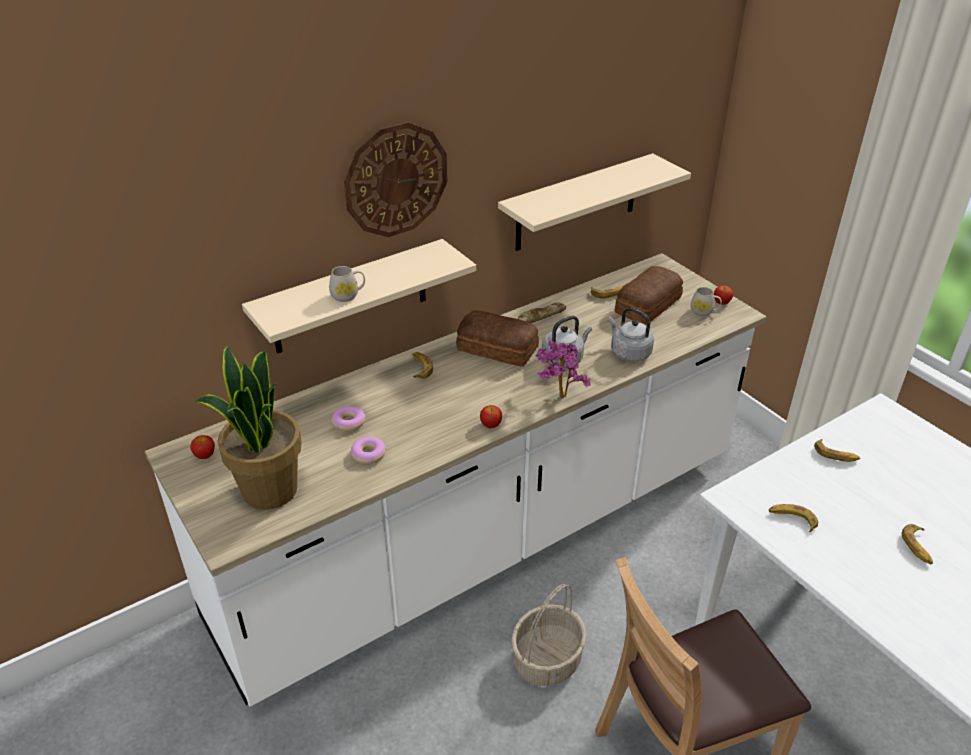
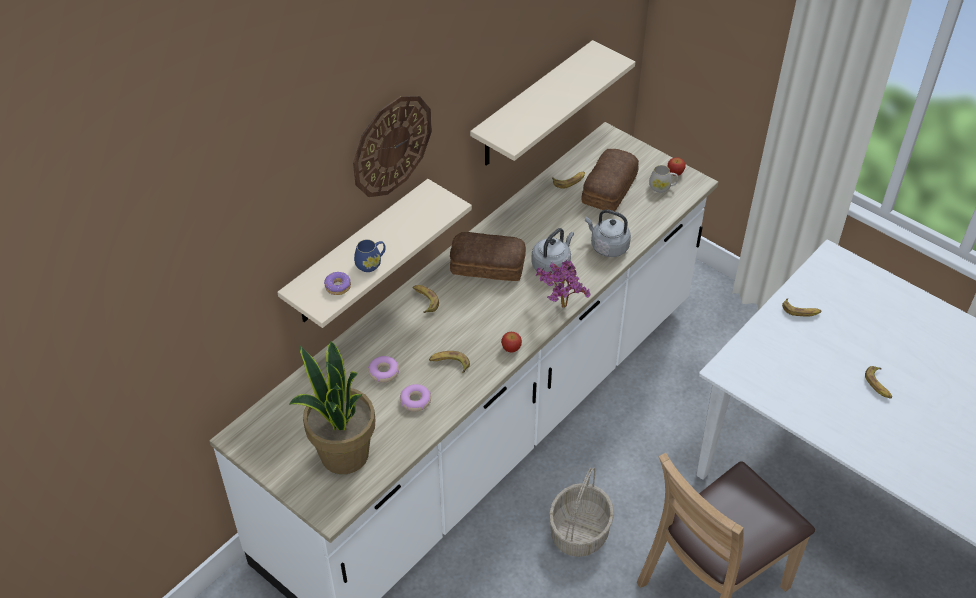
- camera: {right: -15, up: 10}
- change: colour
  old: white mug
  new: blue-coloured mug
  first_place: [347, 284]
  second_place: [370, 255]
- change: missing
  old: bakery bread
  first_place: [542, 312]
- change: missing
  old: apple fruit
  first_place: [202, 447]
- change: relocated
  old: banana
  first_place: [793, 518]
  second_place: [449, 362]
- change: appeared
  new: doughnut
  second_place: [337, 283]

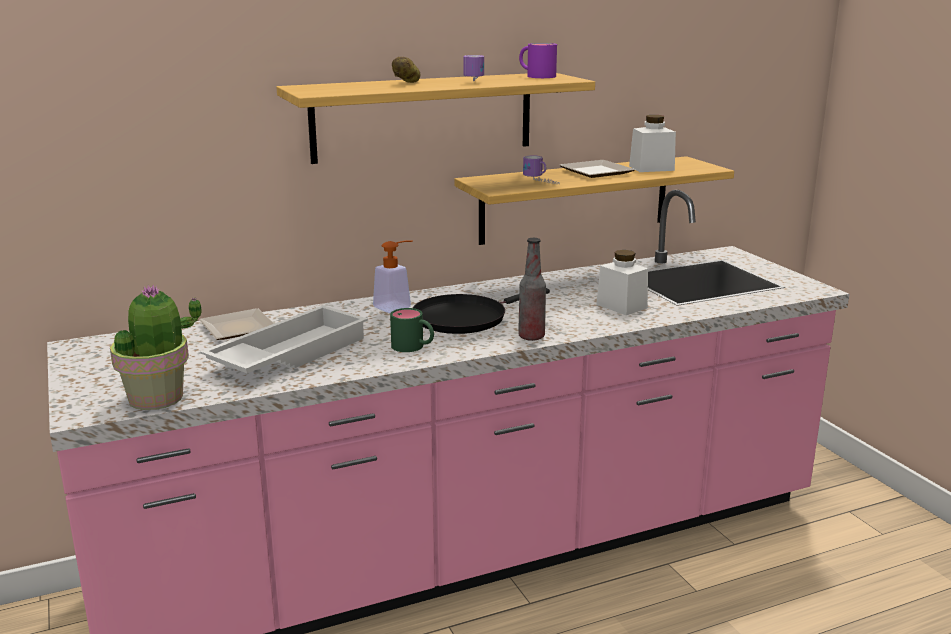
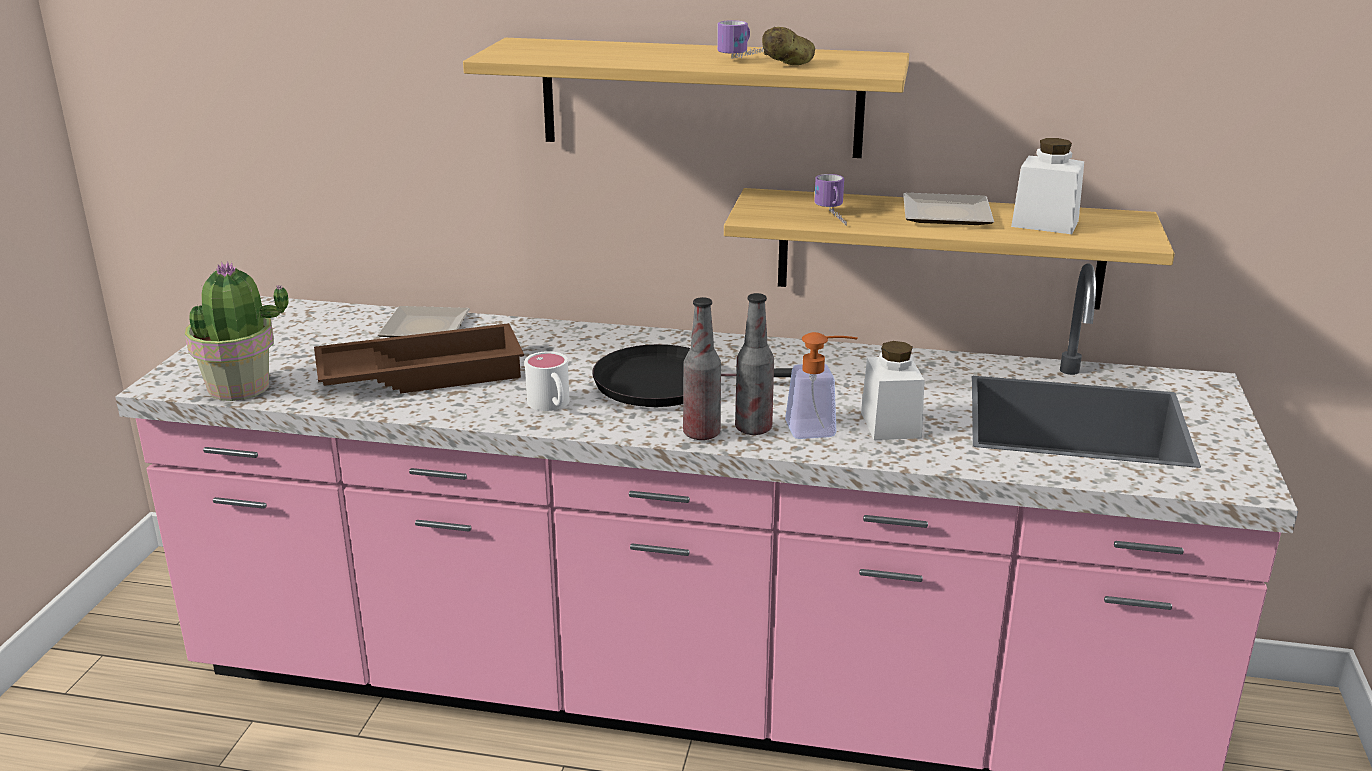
- camera: {right: 35, up: 5}
- change: missing
  old: purple mug
  first_place: [538, 60]
- change: relocated
  old: potato
  first_place: [406, 70]
  second_place: [788, 46]
- change: relocated
  old: liquid soap bottle
  first_place: [392, 276]
  second_place: [821, 385]
- change: colour
  old: white carrying tray
  new: brown carrying tray
  first_place: [284, 339]
  second_place: [419, 358]
- change: colour
  old: green-coloured mug
  new: white mug
  first_place: [412, 330]
  second_place: [547, 381]
- change: appeared
  new: drink bottle
  second_place: [754, 364]

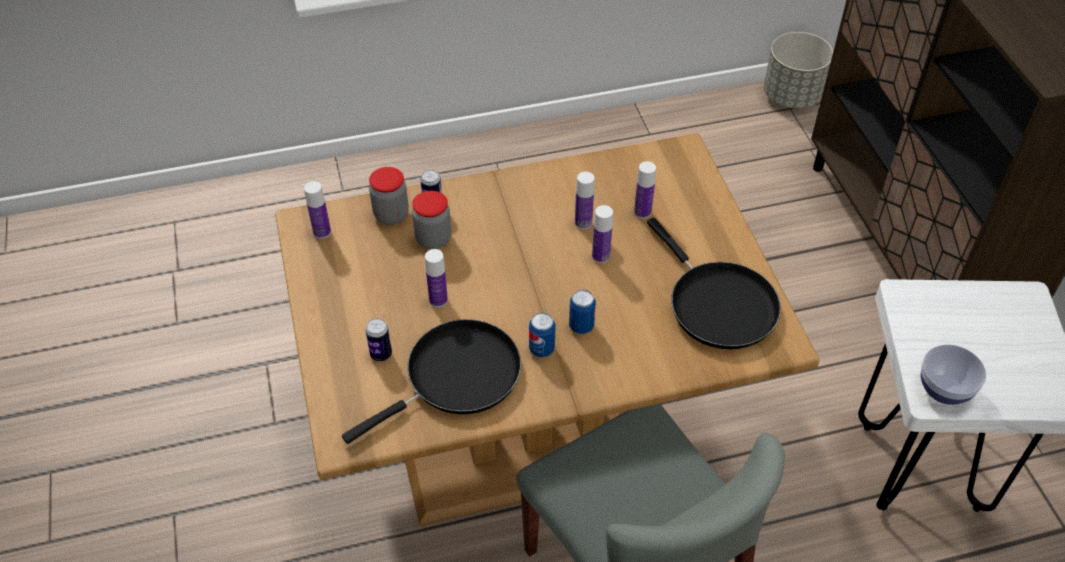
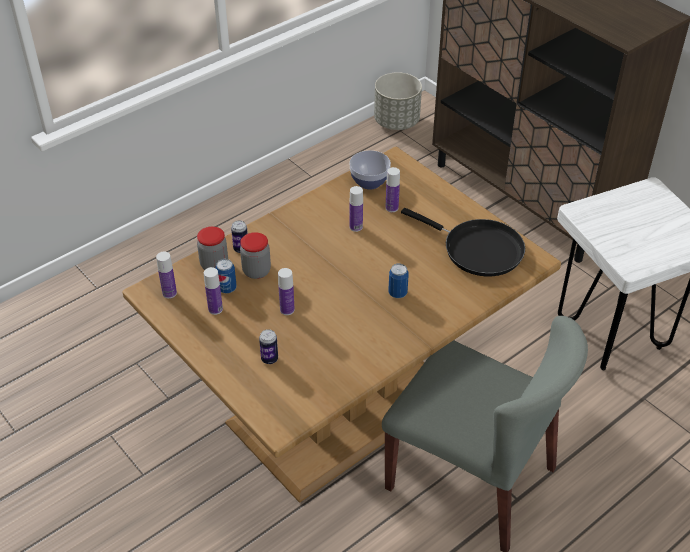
- camera: {right: -25, up: -5}
- change: relocated
  old: drink bottle
  first_place: [602, 234]
  second_place: [213, 291]
- change: relocated
  old: can
  first_place: [542, 334]
  second_place: [226, 276]
- change: missing
  old: black-coloured frying pan
  first_place: [431, 381]
- change: relocated
  old: bowl
  first_place: [953, 374]
  second_place: [370, 169]

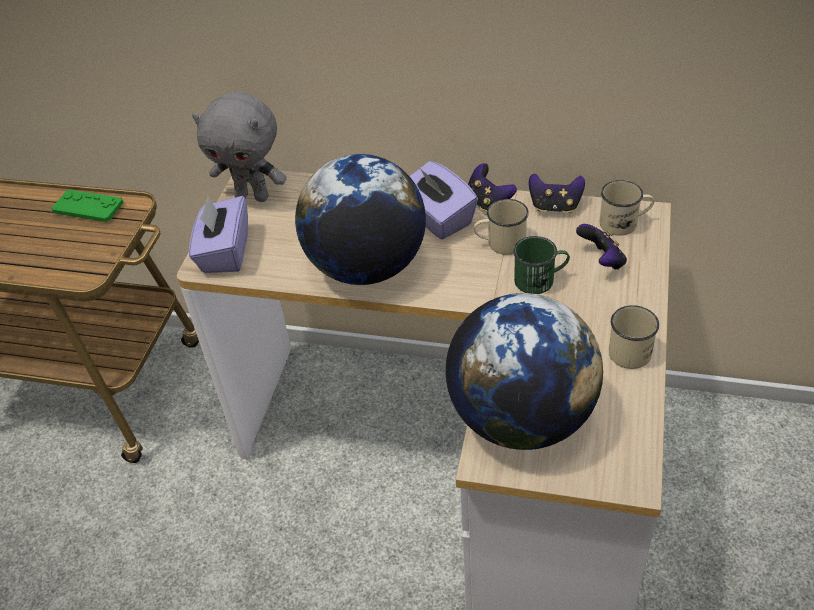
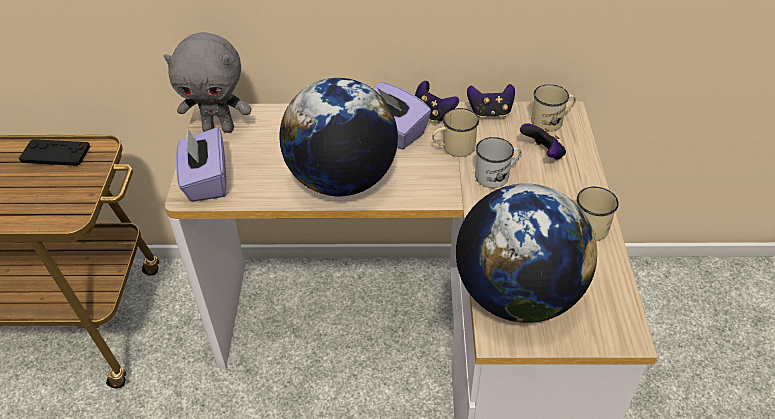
- camera: {right: -15, up: 0}
- change: colour
  old: green-coloured joypad
  new: black-coloured joypad
  first_place: [87, 206]
  second_place: [54, 152]
- change: colour
  old: green-coloured mug
  new: white mug
  first_place: [541, 265]
  second_place: [498, 162]

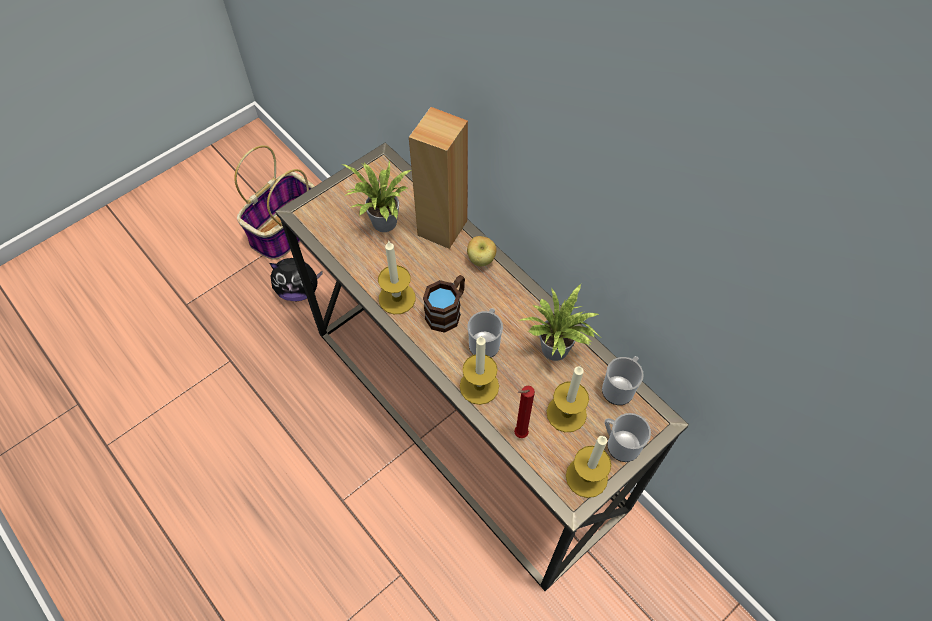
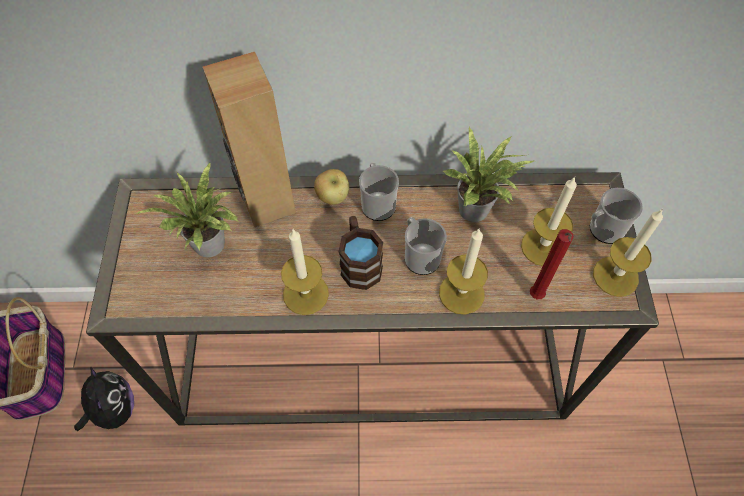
- camera: {right: -50, up: 0}
- change: spun
  old: cuddly toy
  first_place: [296, 279]
  second_place: [104, 399]
  degrees: -60
- change: relocated
  old: mug
  first_place: [623, 380]
  second_place: [379, 191]

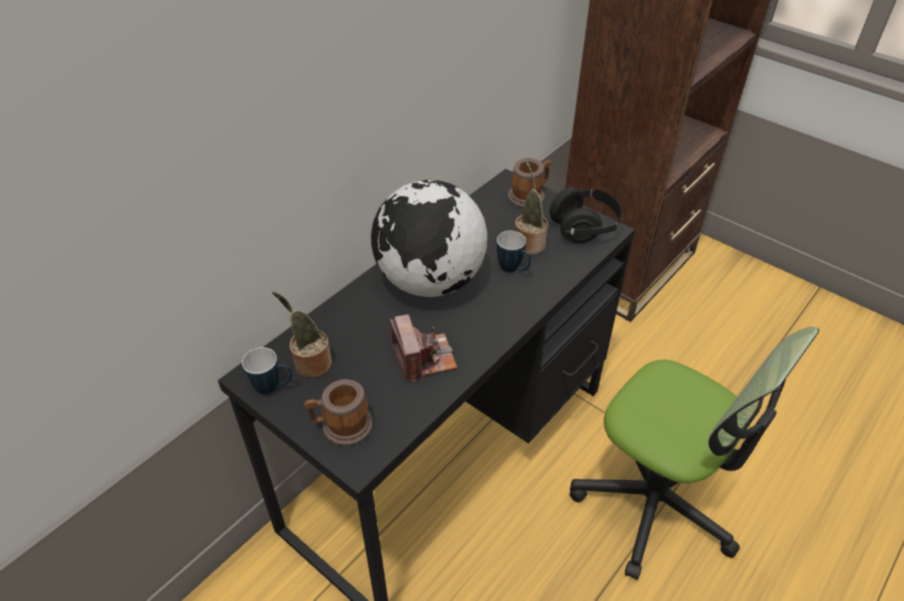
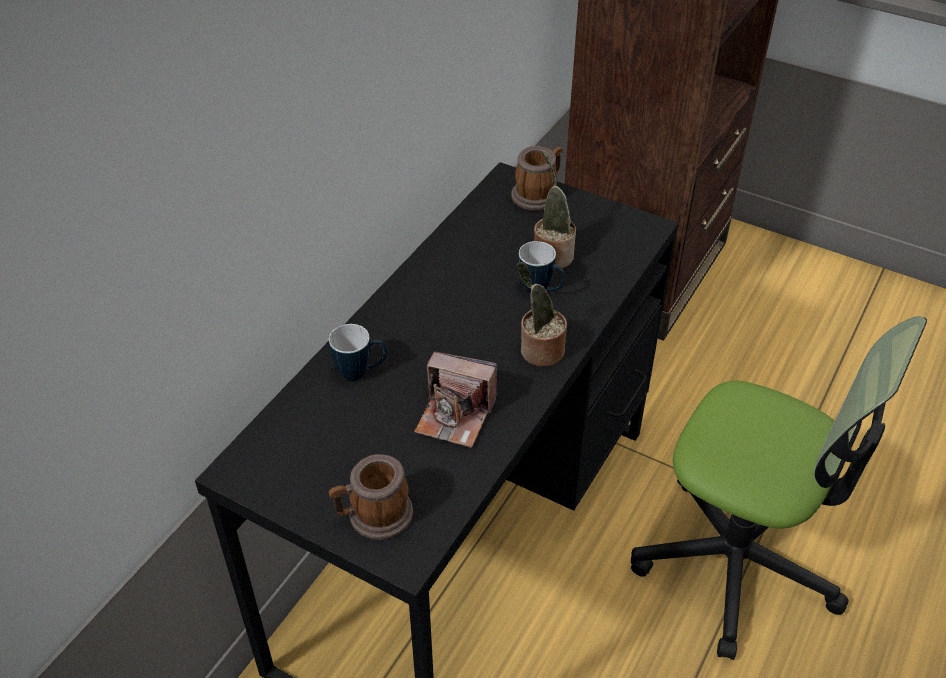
- camera: {right: -10, up: 0}
- change: missing
  old: globe
  first_place: [429, 238]
- change: missing
  old: black-coloured headphones
  first_place: [587, 215]
- change: relocated
  old: potted plant
  first_place: [302, 335]
  second_place: [542, 314]
- change: spun
  old: photo camera
  first_place: [423, 348]
  second_place: [455, 400]
  degrees: 135
- change: relocated
  old: mug
  first_place: [267, 371]
  second_place: [358, 352]

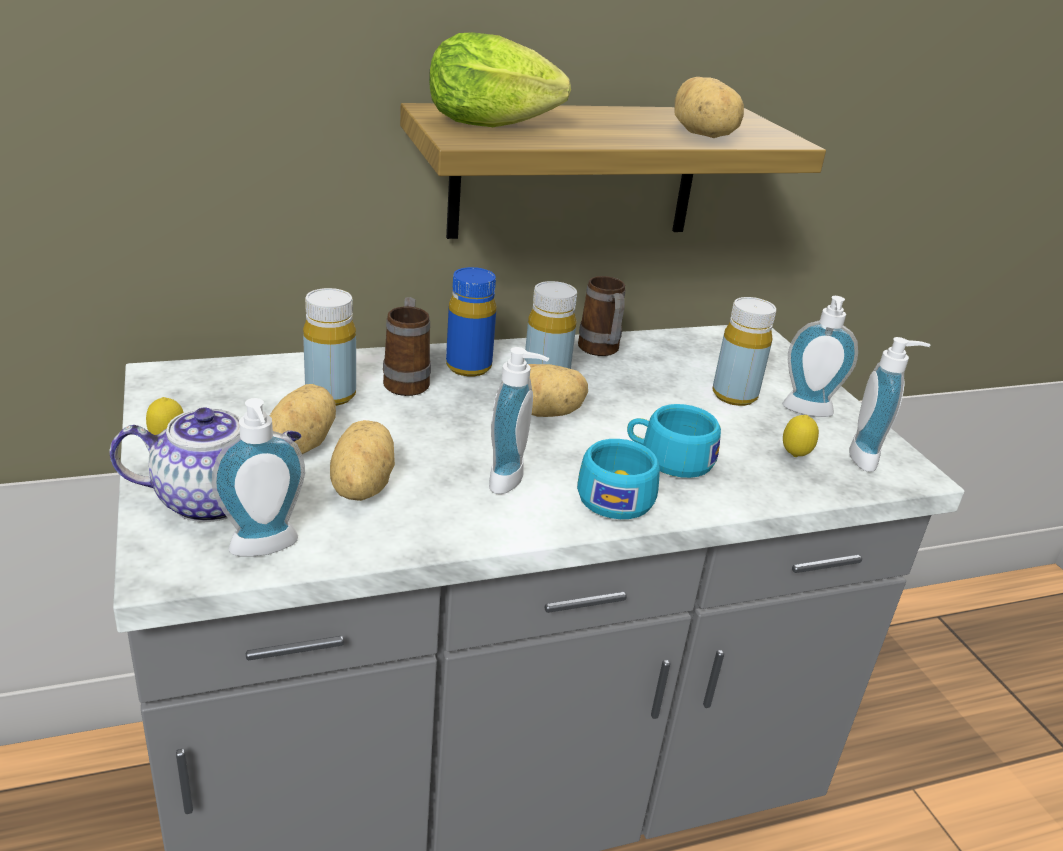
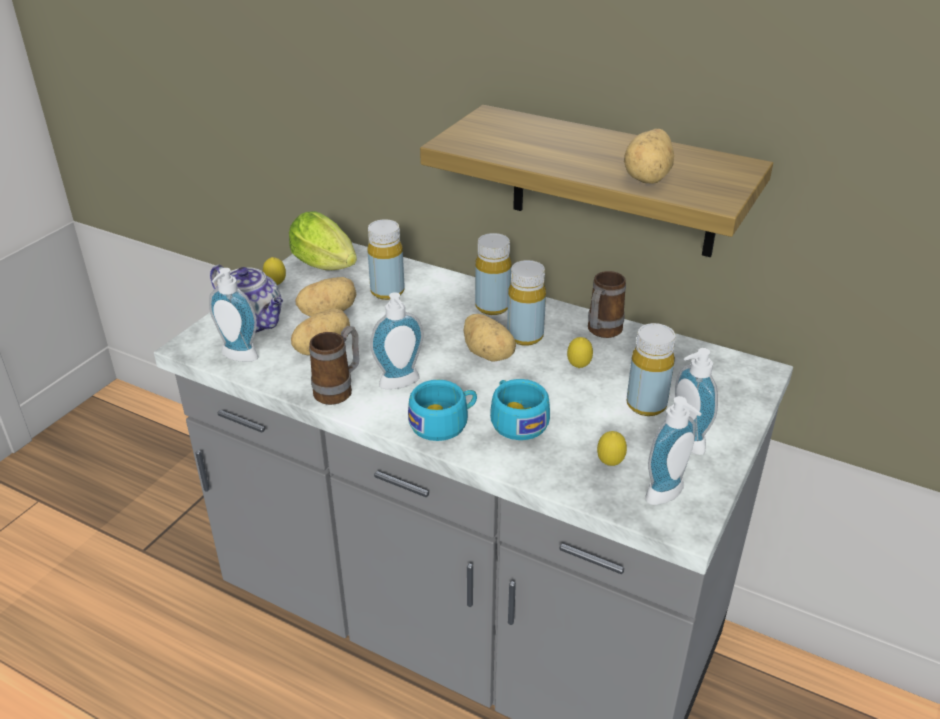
- camera: {right: 50, up: 5}
- change: relocated
  old: lettuce head
  first_place: [500, 79]
  second_place: [323, 240]
- change: colour
  old: blue-coloured drink bottle
  new: yellow-coloured drink bottle
  first_place: [471, 322]
  second_place: [493, 274]
- change: relocated
  old: mug
  first_place: [407, 346]
  second_place: [334, 365]
- change: appeared
  new: whole lemon
  second_place: [580, 352]

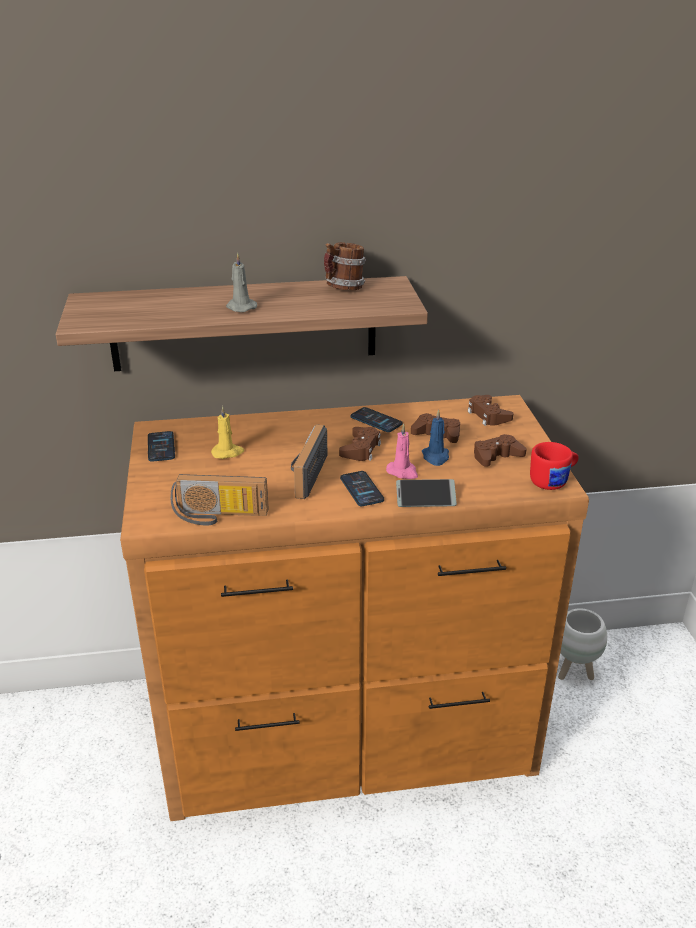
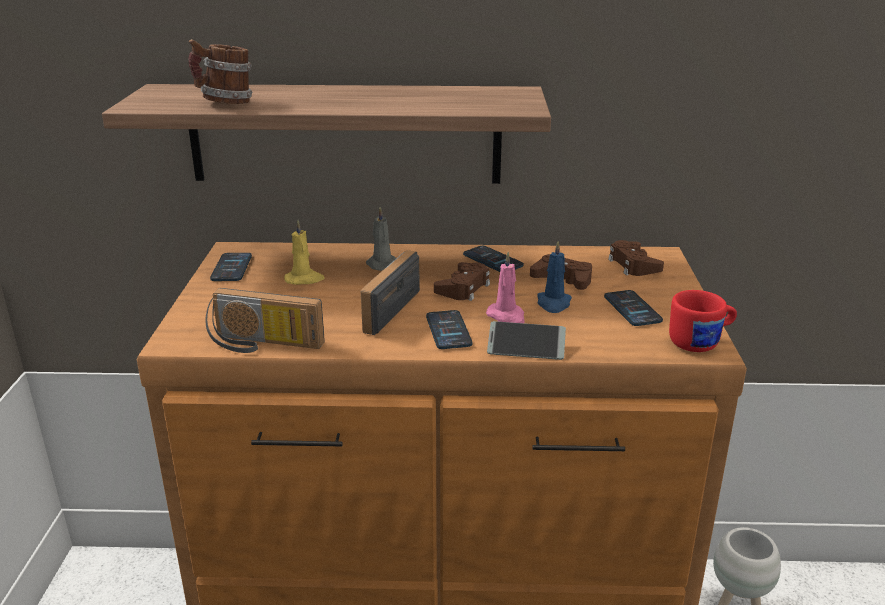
- camera: {right: 10, up: -5}
- change: relocated
  old: mug
  first_place: [345, 266]
  second_place: [220, 71]
- change: relocated
  old: grey wax light
  first_place: [241, 282]
  second_place: [381, 239]
- change: exchanged
  old: brown joypad
  new: phone
  first_place: [500, 450]
  second_place: [633, 308]

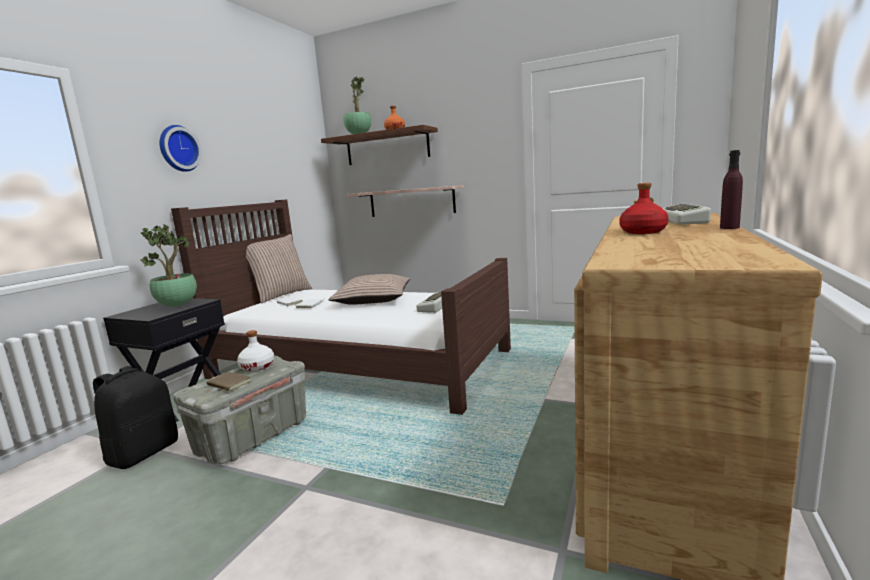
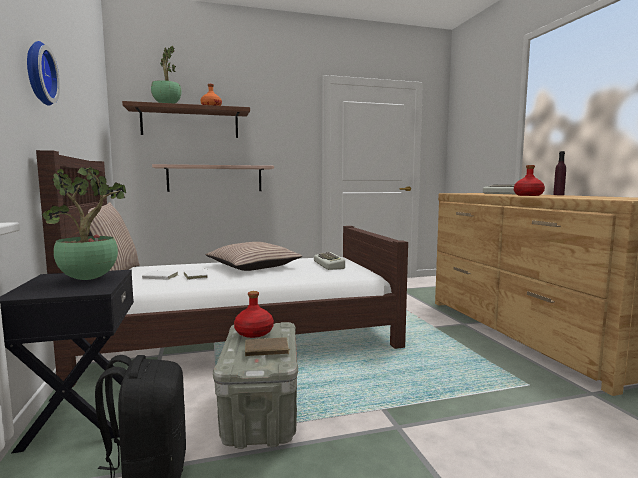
- camera: {right: -40, up: -5}
- change: colour
  old: white drink bottle
  new: reddish drink bottle
  first_place: [255, 350]
  second_place: [254, 314]

